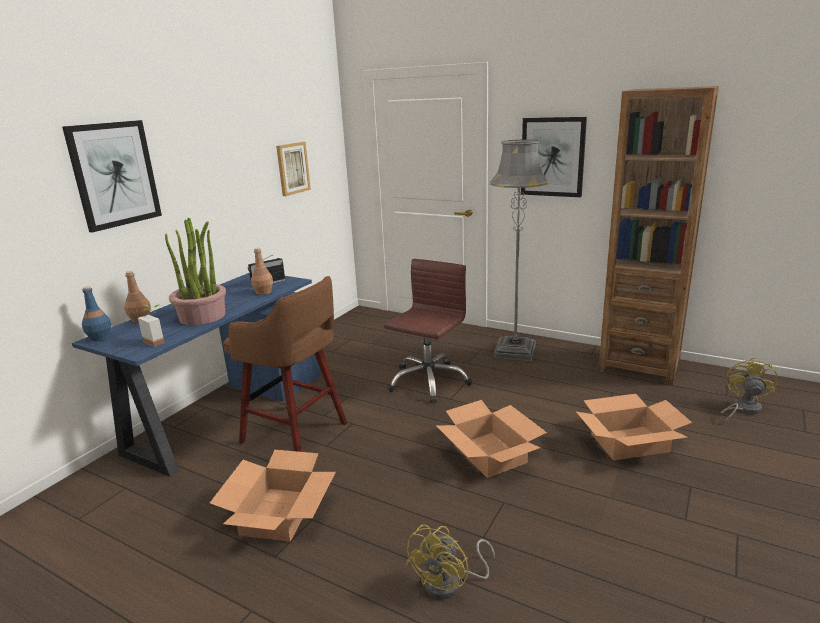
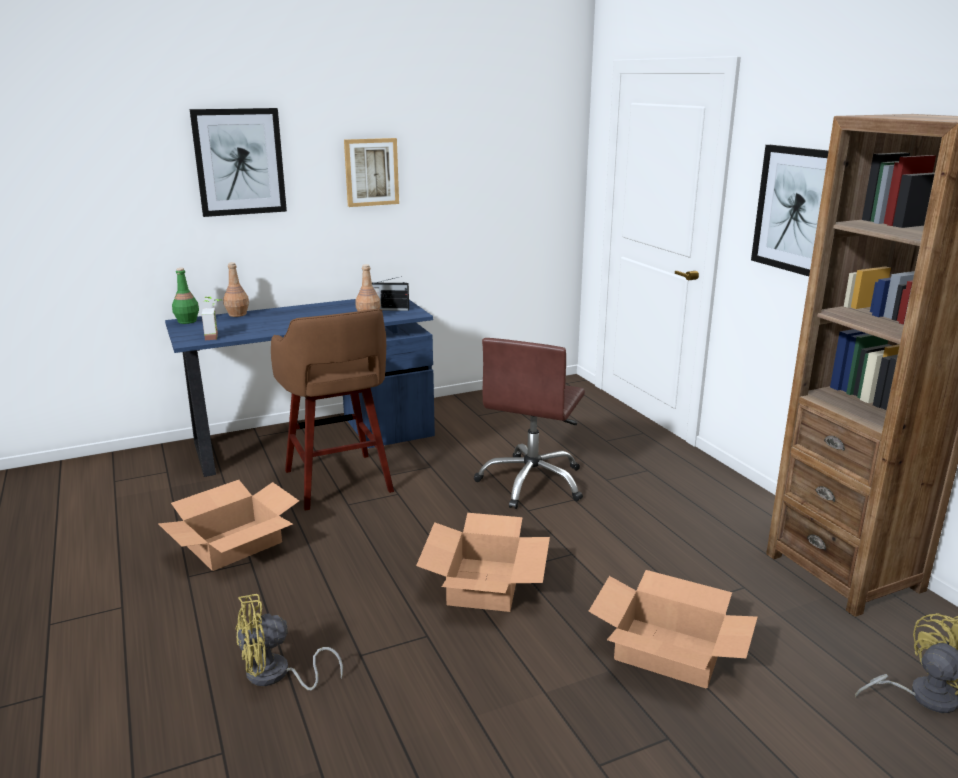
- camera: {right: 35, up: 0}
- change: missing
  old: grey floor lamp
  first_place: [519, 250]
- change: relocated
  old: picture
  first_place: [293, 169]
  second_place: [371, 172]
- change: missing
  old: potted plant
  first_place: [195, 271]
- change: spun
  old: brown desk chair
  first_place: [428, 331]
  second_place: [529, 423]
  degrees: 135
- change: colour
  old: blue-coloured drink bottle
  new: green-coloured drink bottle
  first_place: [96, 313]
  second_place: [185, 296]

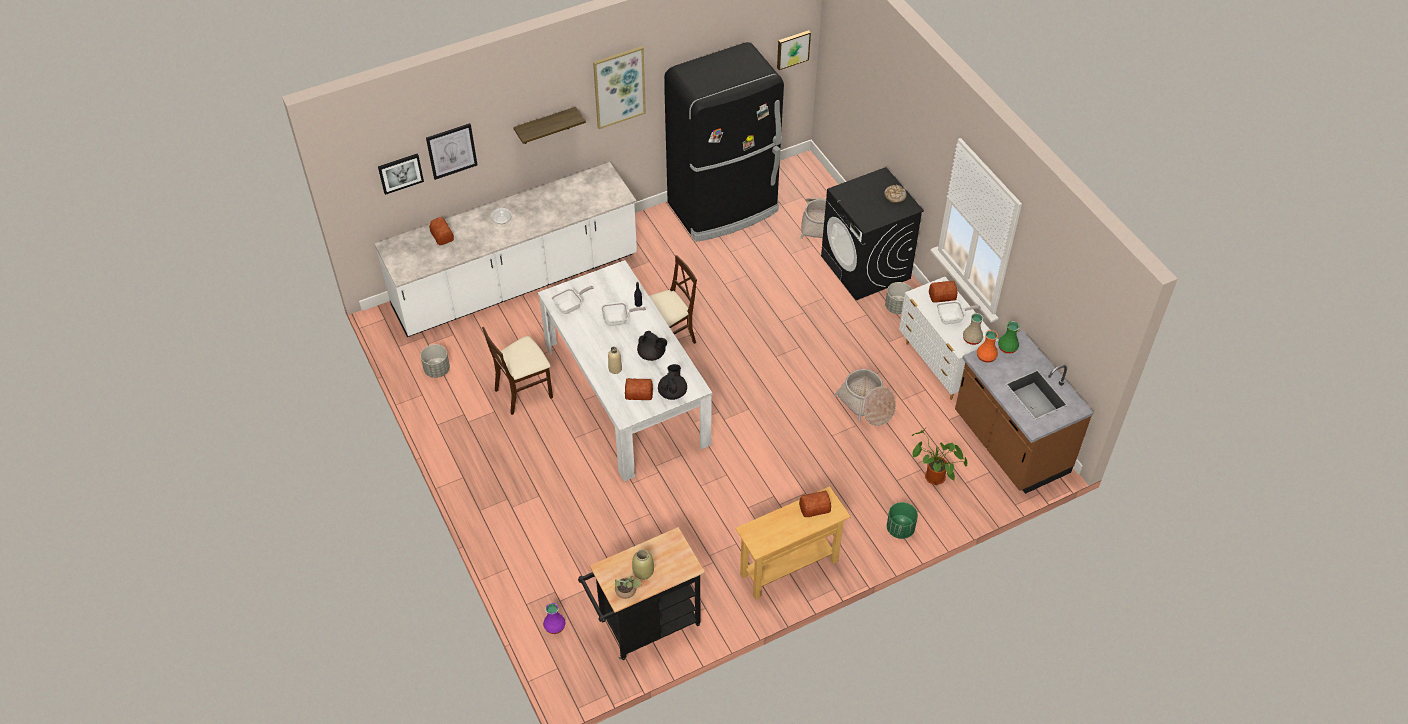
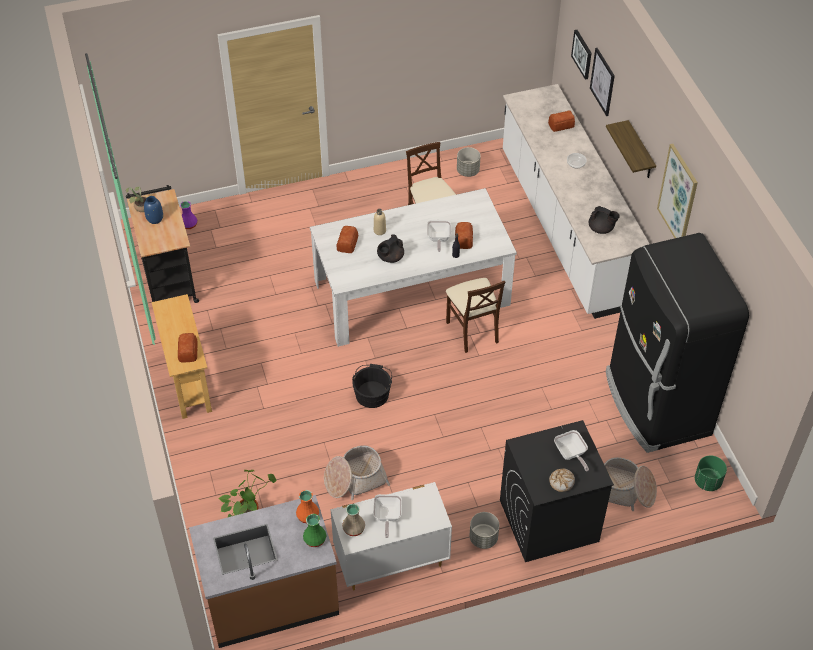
- camera: {right: 100, up: 0}
- change: missing
  old: picture
  first_place: [794, 50]
- change: relocated
  old: bakery bread
  first_place: [943, 292]
  second_place: [464, 235]
- change: relocated
  old: frying pan
  first_place: [572, 300]
  second_place: [571, 451]
- change: relocated
  old: black-coloured pot for tea
  first_place: [672, 382]
  second_place: [604, 220]
- change: relocated
  old: green-coloured flower pot
  first_place: [902, 520]
  second_place: [711, 473]
- change: colour
  old: beige vase
  new: blue-coloured vase
  first_place: [643, 564]
  second_place: [153, 210]
- change: appeared
  new: black-coloured water bucket
  second_place: [372, 386]

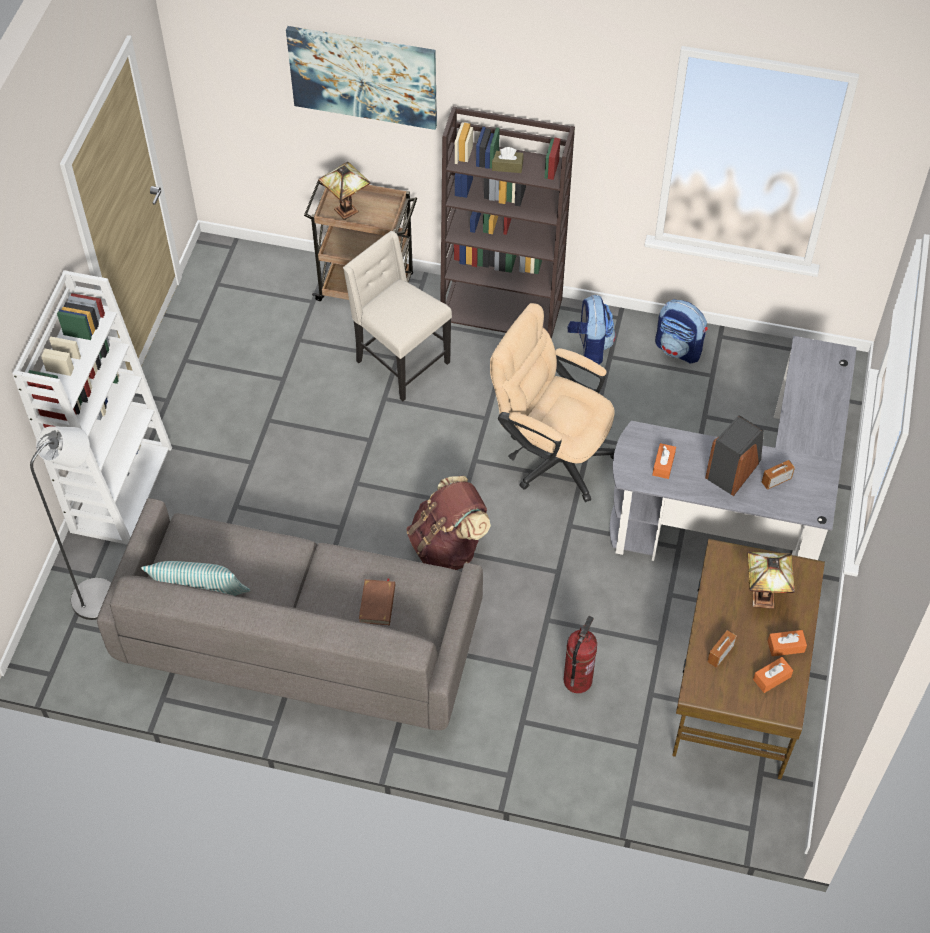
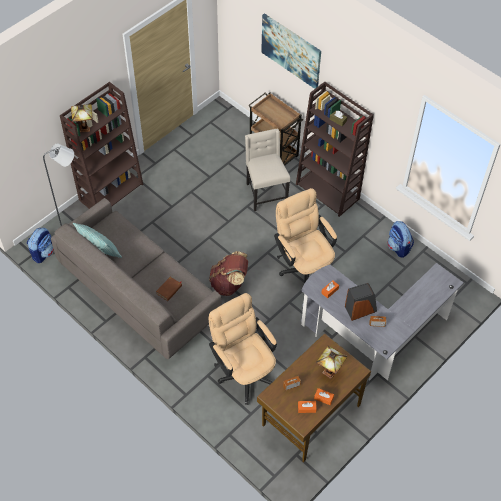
- camera: {right: 30, up: 0}
- change: relocated
  old: lamp for a table
  first_place: [344, 191]
  second_place: [82, 118]
- change: colour
  old: white shelving unit
  new: brown shelving unit
  first_place: [92, 407]
  second_place: [101, 145]
- change: relocated
  old: backpack
  first_place: [592, 329]
  second_place: [40, 245]
- change: exchanged
  old: fire extinguisher
  new: beige desk chair
  first_place: [580, 654]
  second_place: [243, 349]

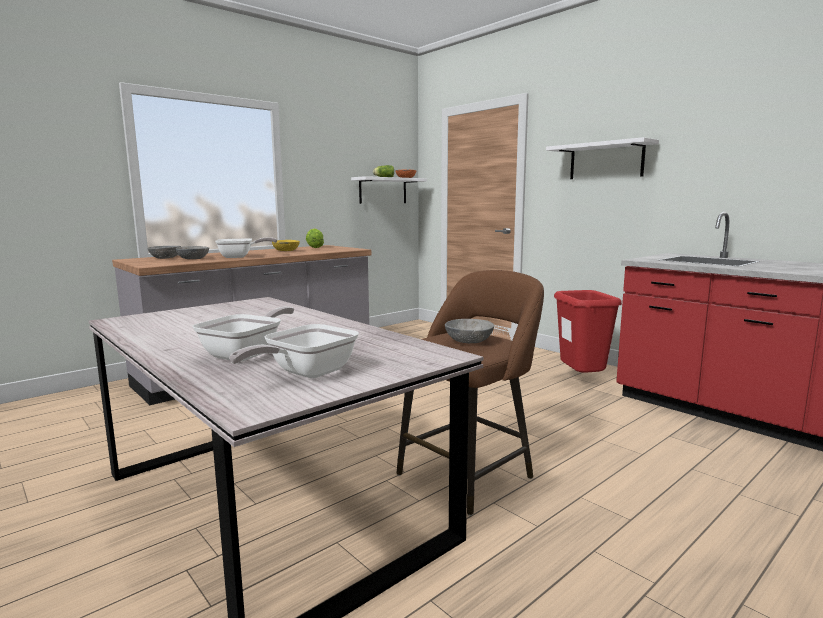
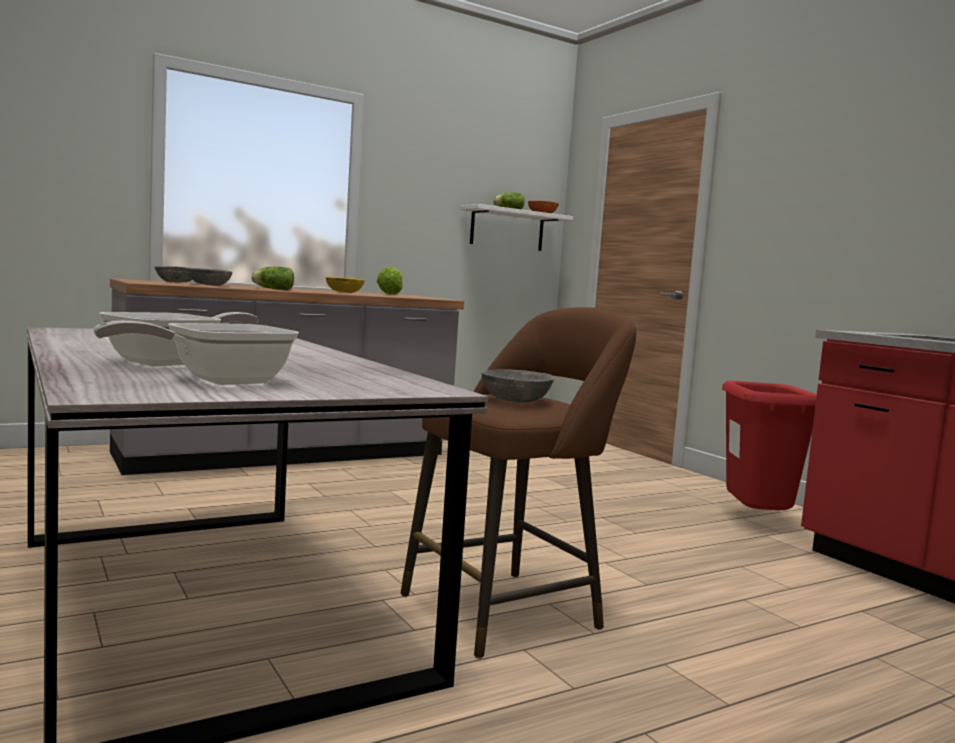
- camera: {right: 10, up: -5}
- change: missing
  old: white bracket shelf
  first_place: [602, 158]
- change: exchanged
  old: frying pan
  new: lettuce head
  first_place: [246, 247]
  second_place: [273, 278]

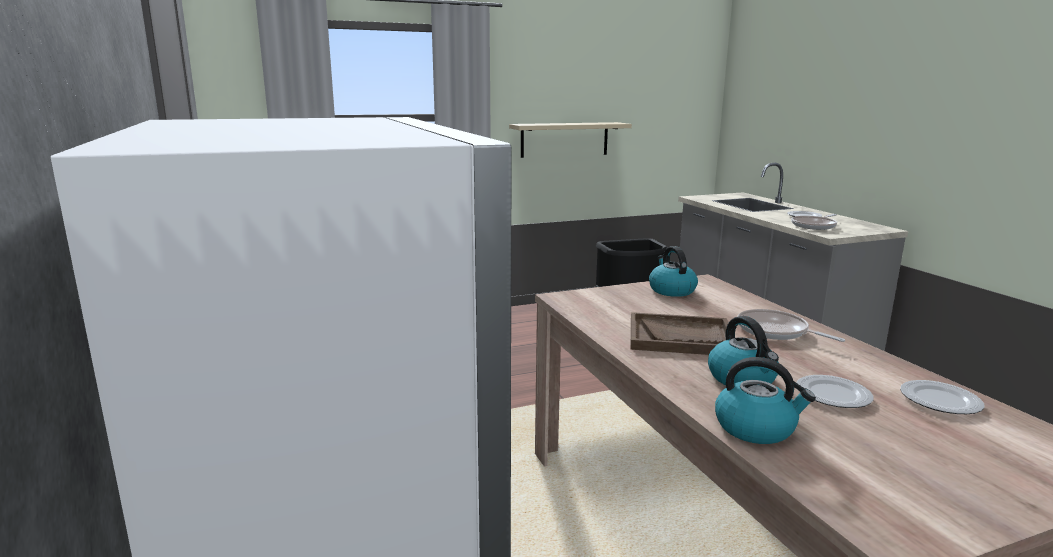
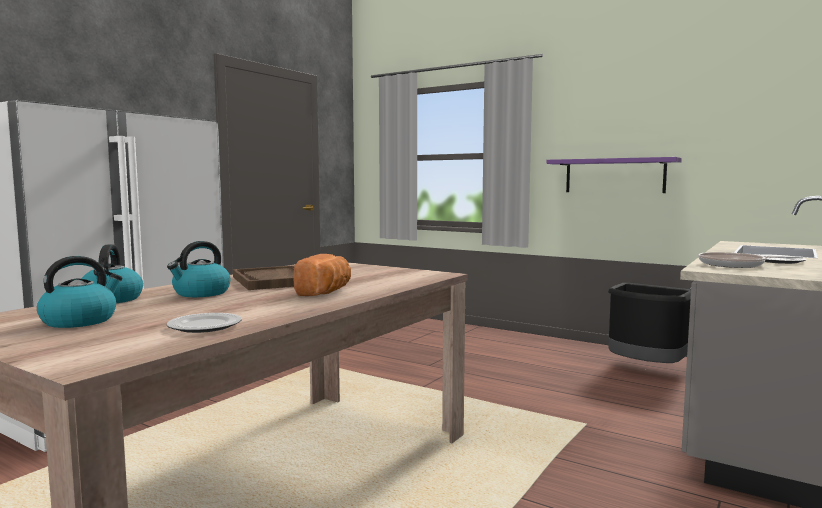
- camera: {right: 55, up: -10}
- change: colour
  old: beige bracket shelf
  new: purple bracket shelf
  first_place: [570, 140]
  second_place: [614, 175]
- change: relocated
  old: kettle
  first_place: [673, 271]
  second_place: [80, 292]
- change: exchanged
  old: frying pan
  new: bakery bread
  first_place: [791, 325]
  second_place: [322, 275]
- change: missing
  old: plate
  first_place: [835, 391]

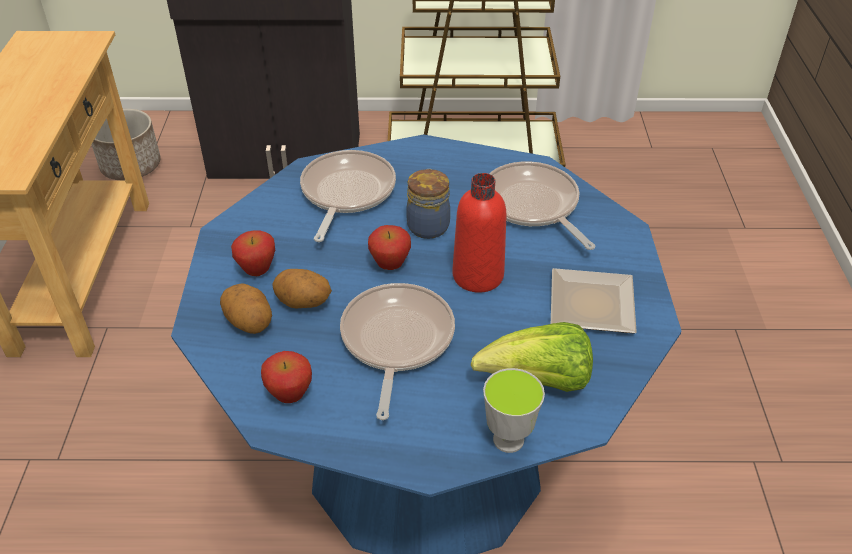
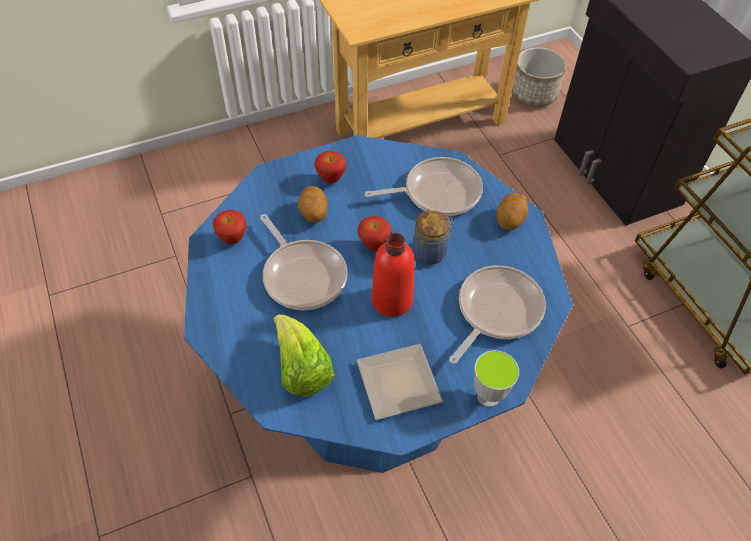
- camera: {right: 65, up: 10}
- change: relocated
  old: potato
  first_place: [246, 308]
  second_place: [512, 211]
- change: spun
  old: frying pan
  first_place: [397, 351]
  second_place: [304, 262]
  degrees: 75
- change: relocated
  old: cup
  first_place: [514, 410]
  second_place: [496, 378]

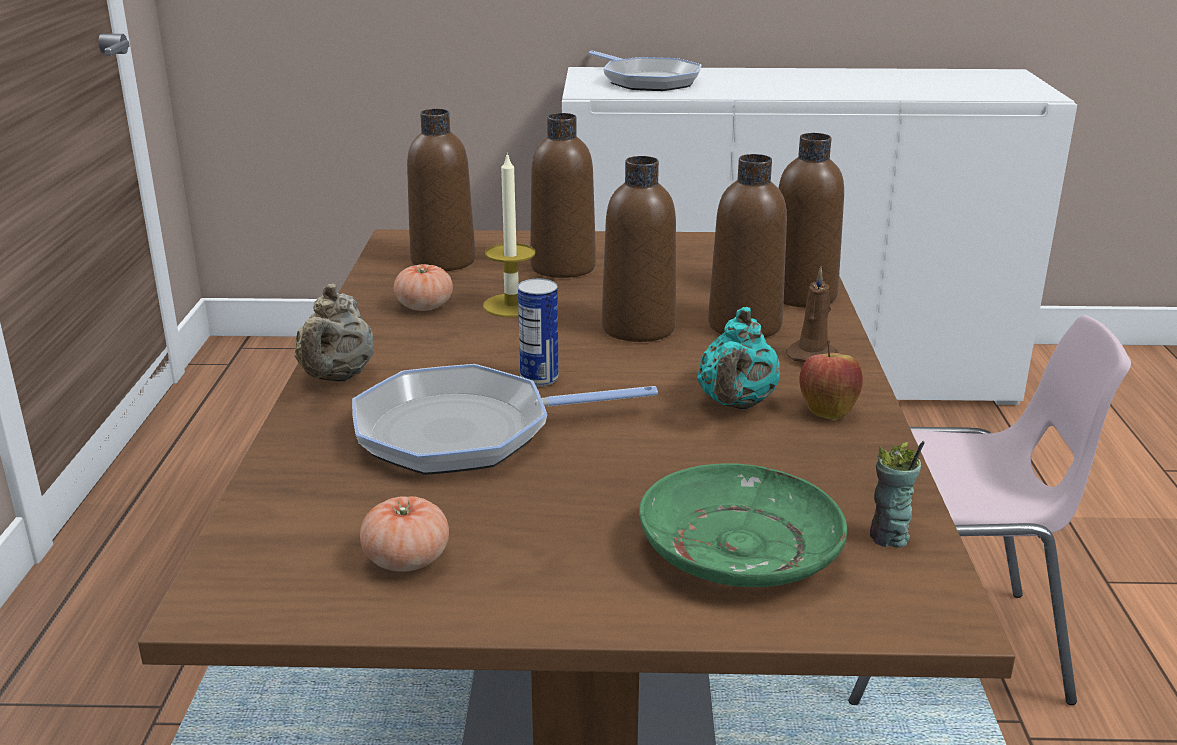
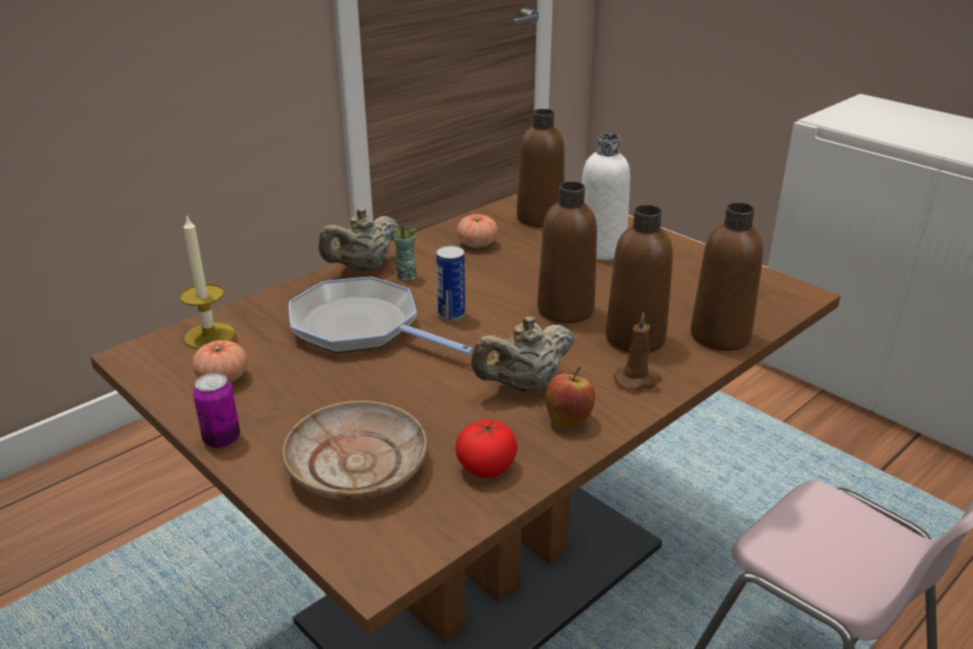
- camera: {right: 45, up: 5}
- change: missing
  old: frying pan
  first_place: [645, 70]
- change: colour
  old: brown drink bottle
  new: white drink bottle
  first_place: [563, 195]
  second_place: [605, 197]
- change: relocated
  old: wax light
  first_place: [509, 234]
  second_place: [207, 281]
- change: colour
  old: turquoise-coloured pot for tea
  new: beige pot for tea
  first_place: [738, 358]
  second_place: [523, 354]
- change: relocated
  old: cup
  first_place: [897, 494]
  second_place: [405, 253]
- change: colour
  old: green-coloured plate
  new: beige plate
  first_place: [743, 525]
  second_place: [354, 450]
- change: appeared
  new: can
  second_place: [216, 410]
- change: appeared
  new: tomato
  second_place: [486, 448]

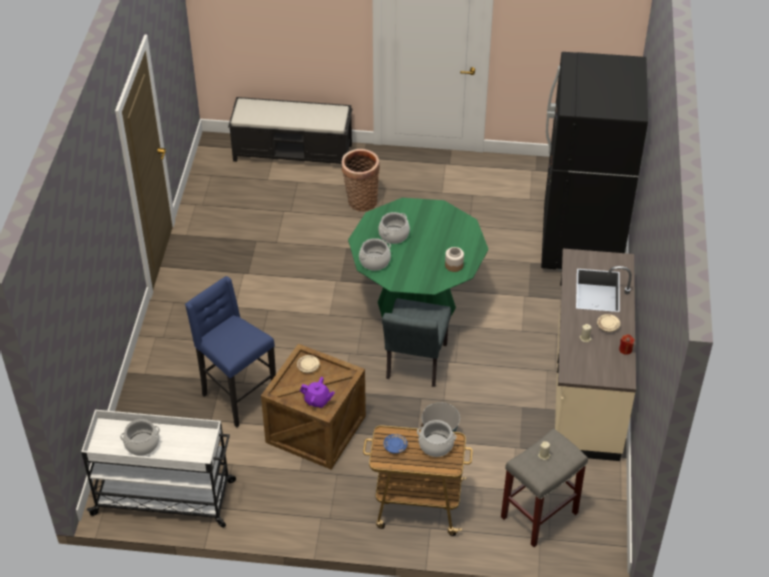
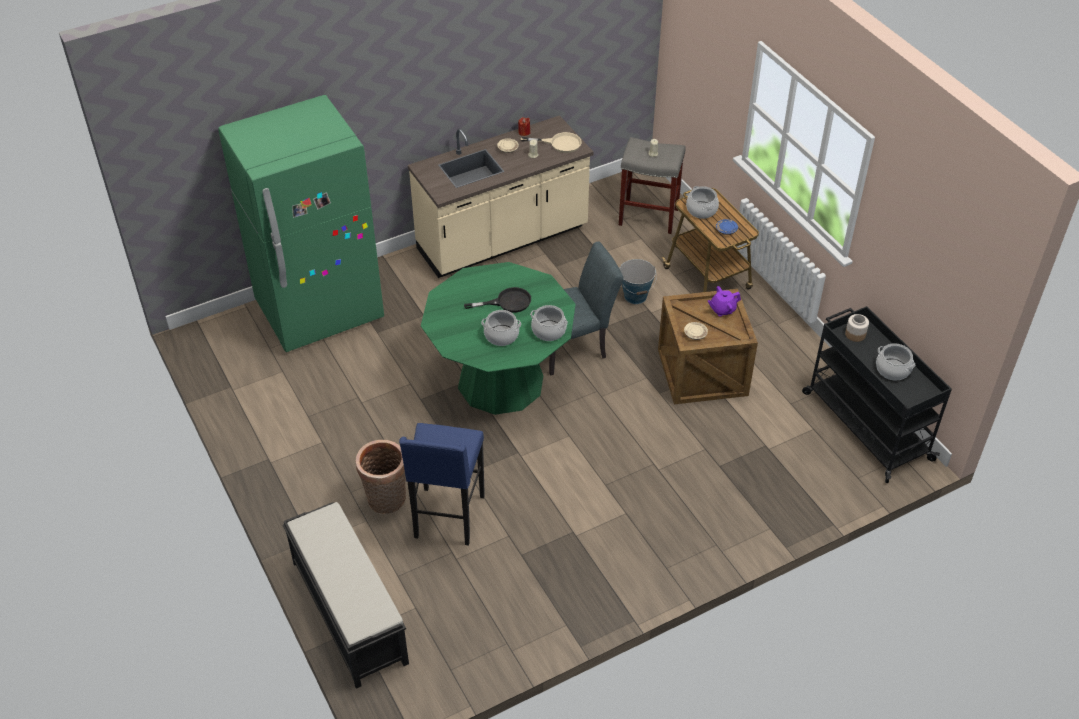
- camera: {right: -125, up: 0}
- change: colour
  old: black-coloured refrigerator
  new: green-coloured refrigerator
  first_place: [594, 161]
  second_place: [301, 223]
- change: relocated
  old: storage jar
  first_place: [454, 259]
  second_place: [857, 328]
- change: relocated
  old: blue-coloured stool
  first_place: [230, 351]
  second_place: [442, 484]
- change: spun
  old: purple pot for tea
  first_place: [317, 392]
  second_place: [724, 301]
  degrees: -90
- change: colour
  old: white trolley
  new: black-coloured trolley
  first_place: [158, 469]
  second_place: [877, 394]
- change: appeared
  new: beige frying pan
  second_place: [551, 142]
- change: appeared
  new: black-coloured frying pan
  second_place: [497, 299]

